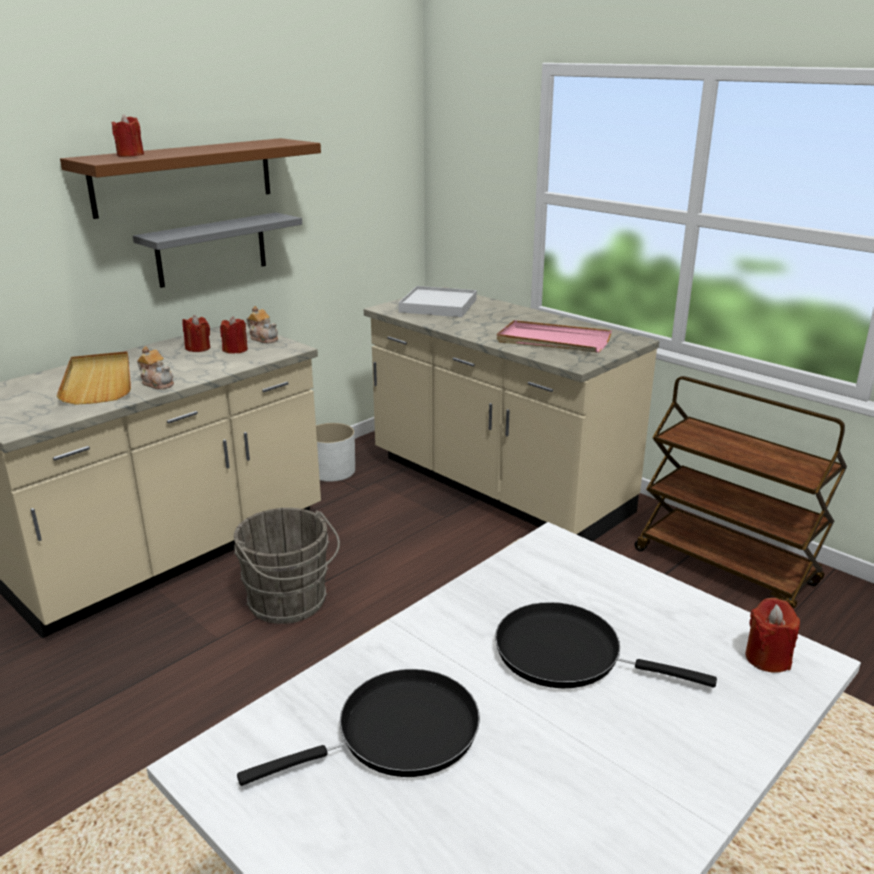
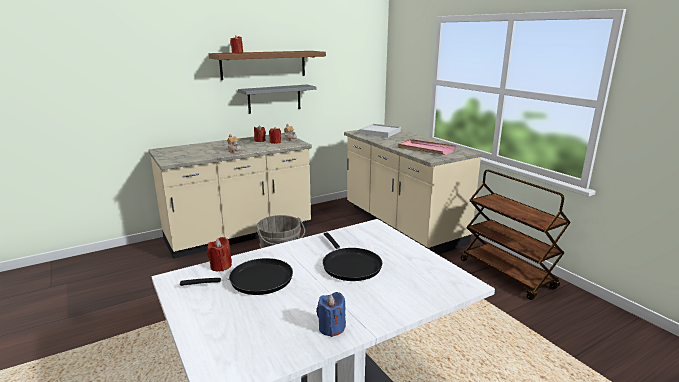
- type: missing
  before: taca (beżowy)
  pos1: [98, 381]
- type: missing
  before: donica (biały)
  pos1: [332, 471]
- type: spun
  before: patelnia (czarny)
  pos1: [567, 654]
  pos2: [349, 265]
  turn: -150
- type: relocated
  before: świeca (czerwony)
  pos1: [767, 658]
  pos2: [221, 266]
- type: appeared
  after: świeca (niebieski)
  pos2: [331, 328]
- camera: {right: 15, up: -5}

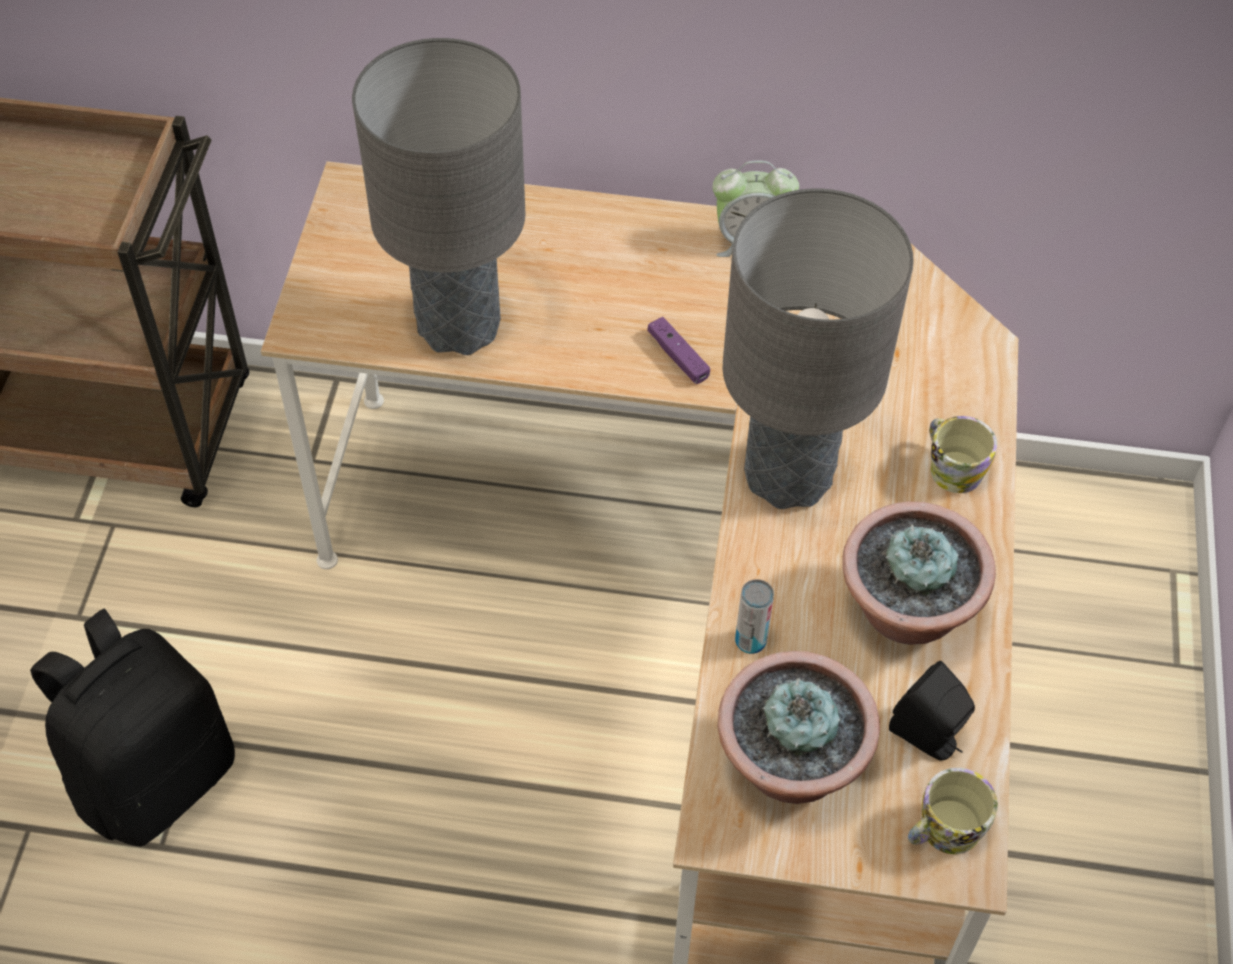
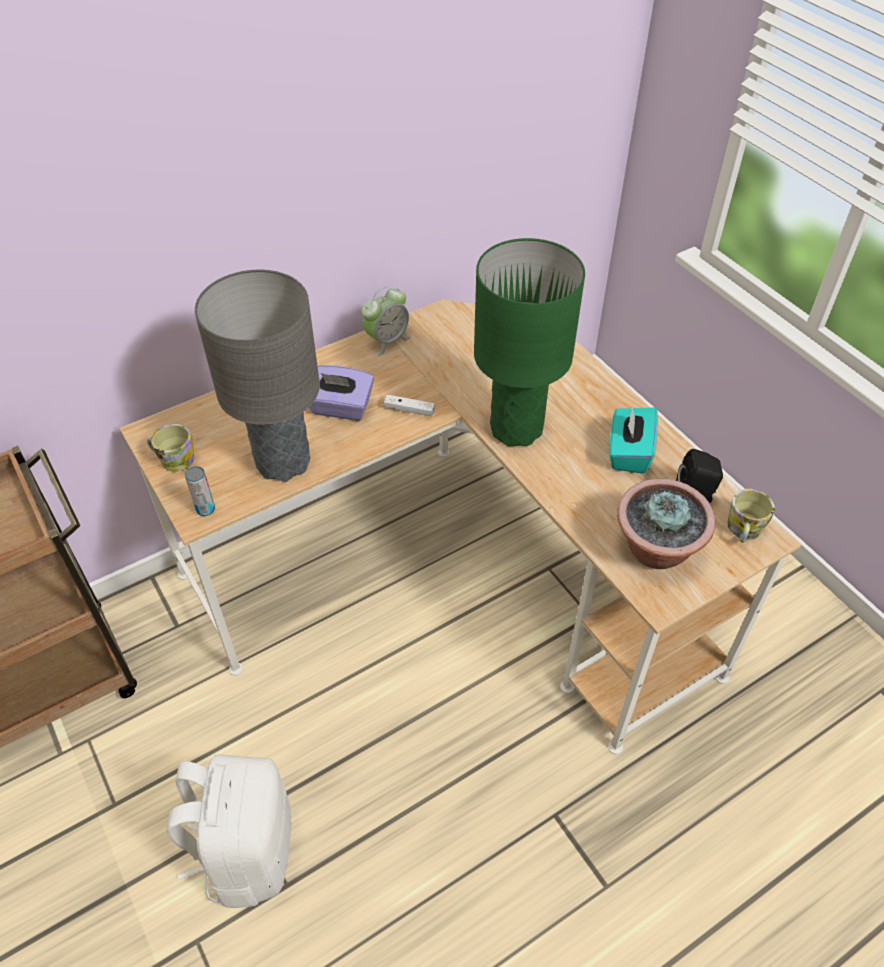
- type: colour
  before: plecak (czarny)
  after: plecak (biały)
  pos1: [156, 776]
  pos2: [246, 851]
- type: colour
  before: pad do gier (fioletowy)
  after: pad do gier (biały)
  pos1: [678, 356]
  pos2: [409, 410]
- type: colour
  before: lampa stołowa (szary)
  after: lampa stołowa (zielony)
  pos1: [787, 476]
  pos2: [516, 429]
- type: relocated
  before: puszka
  pos1: [750, 641]
  pos2: [205, 509]
- type: exchanged
  before: roślina doniczkowa
  after: pudełko chusteczek (turkusowy)
  pos1: [905, 613]
  pos2: [628, 453]
- type: relocated
  before: kubek
  pos1: [951, 467]
  pos2: [173, 459]
- type: appeared
  after: pudełko chusteczek (fioletowy)
  pos2: [340, 408]
- camera: {right: -40, up: -5}

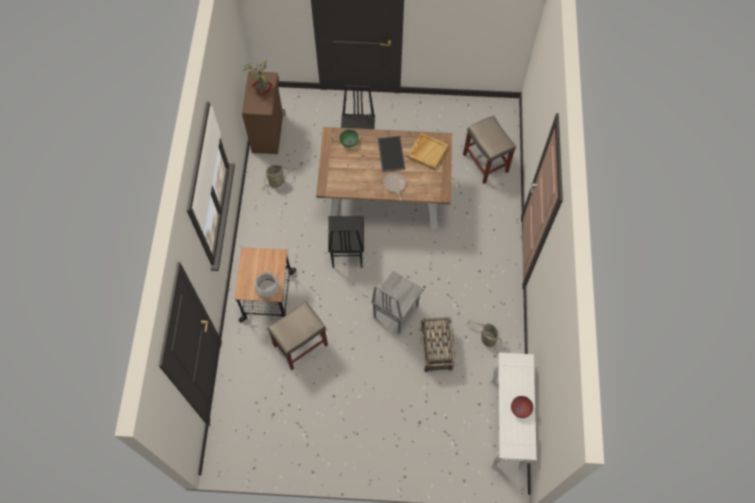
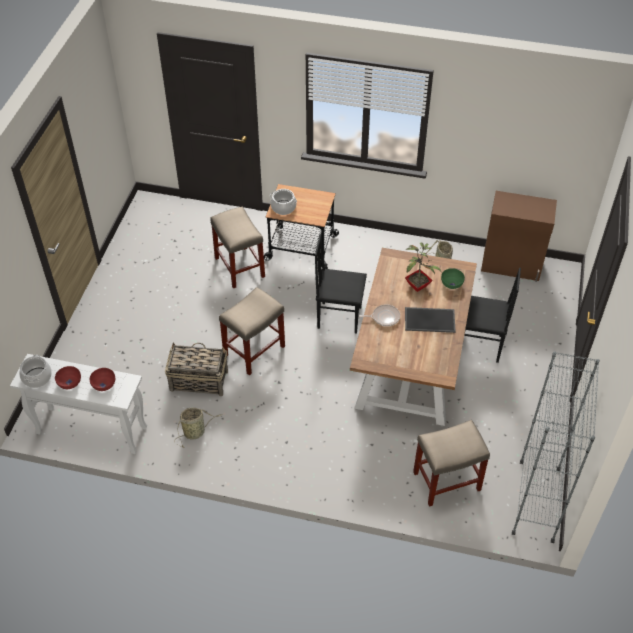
- type: relocated
  before: roślina doniczkowa
  pos1: [262, 89]
  pos2: [418, 285]
- type: exchanged
  before: krzesło (szary)
  after: stołek (beżowy)
  pos1: [395, 312]
  pos2: [254, 350]
- type: missing
  before: taca (beżowy)
  pos1: [427, 152]
- type: appeared
  after: garnek
  pos2: [37, 377]
- type: appeared
  after: miska (czerwony)
  pos2: [104, 384]
- type: appeared
  after: regał (szary)
  pos2: [536, 500]
- camera: {right: 100, up: -15}

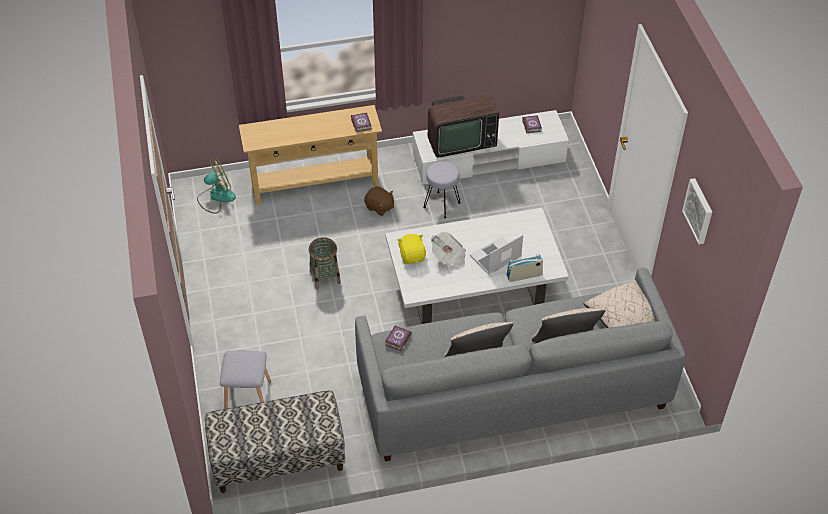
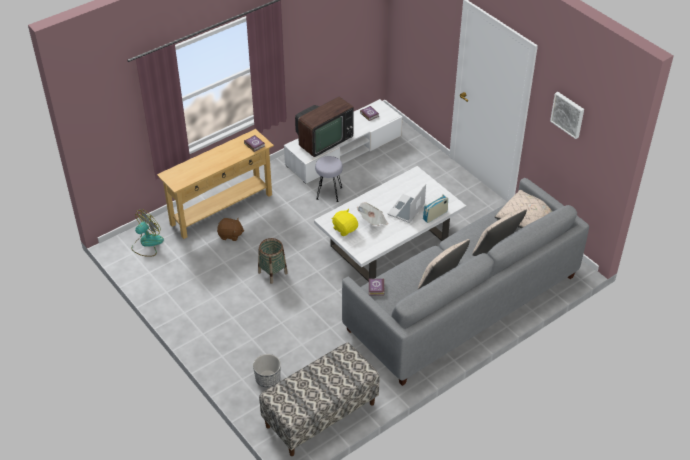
- type: exchanged
  before: stołek (szary)
  after: donica
  pos1: [249, 396]
  pos2: [268, 379]
- type: relocated
  before: pluszak (brązowy)
  pos1: [379, 207]
  pos2: [230, 235]
- camera: {right: -25, up: -5}

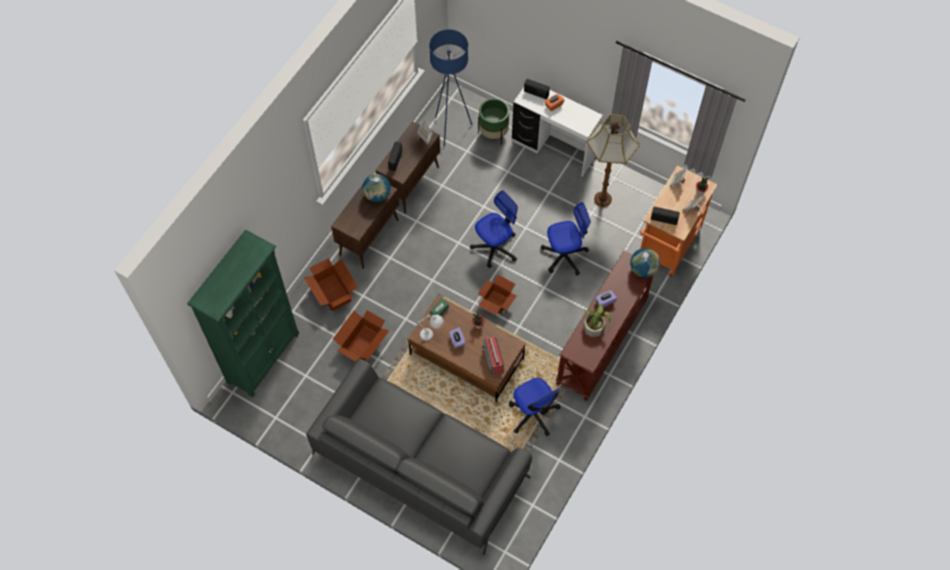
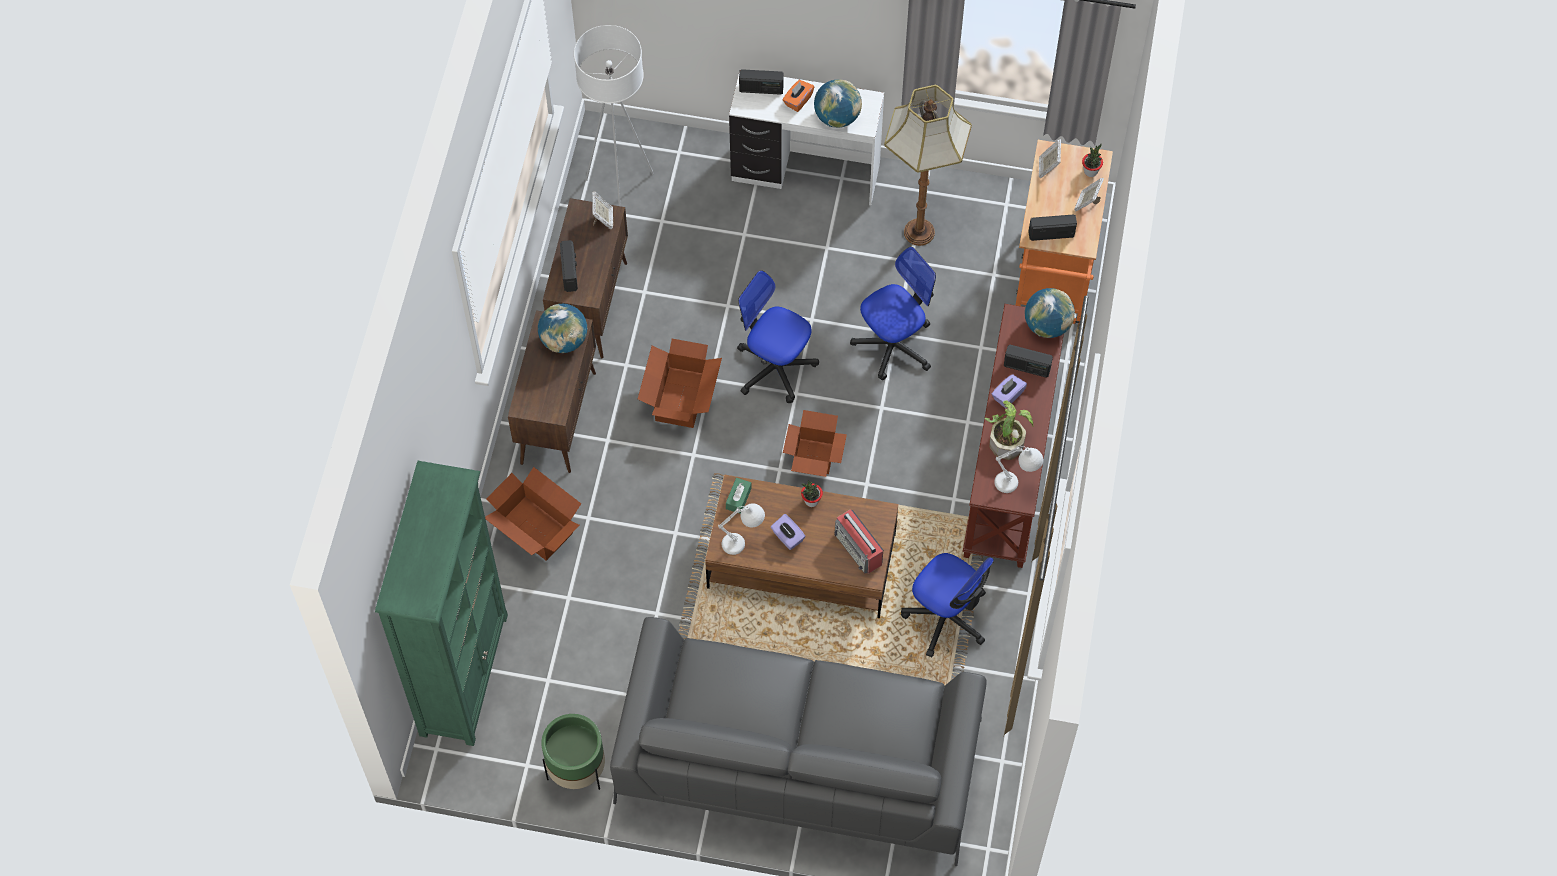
- type: relocated
  before: karton
  pos1: [362, 344]
  pos2: [680, 398]
- type: colour
  before: lampa stojąca (niebieski)
  after: lampa stojąca (biały)
  pos1: [451, 129]
  pos2: [621, 192]
- type: spun
  before: krzesło biurowe
  pos1: [495, 247]
  pos2: [775, 367]
  turn: -90
- type: relocated
  before: donica (zielony)
  pos1: [493, 134]
  pos2: [576, 770]
- type: appeared
  after: globus
  pos2: [837, 117]
- type: appeared
  after: lampa stołowa (biały)
  pos2: [1015, 486]
- type: appeared
  after: radio
  pos2: [1027, 367]
- camera: {right: -20, up: 0}

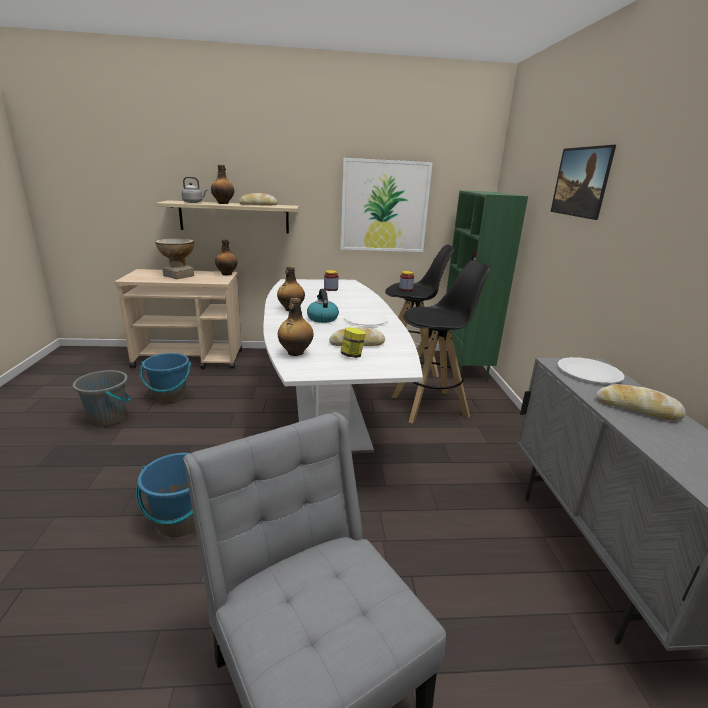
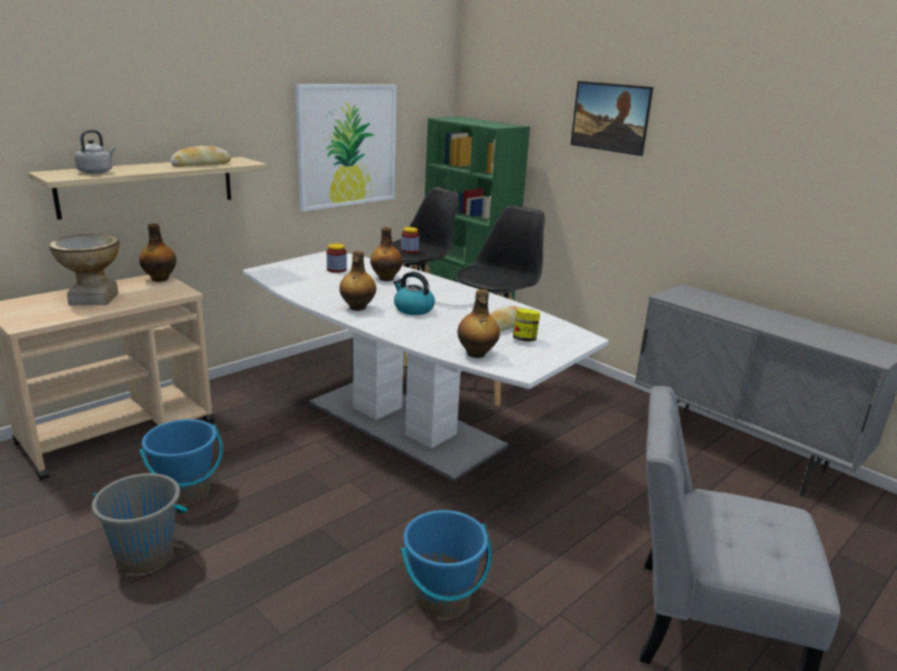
- type: relocated
  before: butelka
  pos1: [223, 203]
  pos2: [386, 278]
- type: missing
  before: talerz (biały)
  pos1: [589, 372]
- type: missing
  before: chleb
  pos1: [637, 409]
- camera: {right: -40, up: 0}

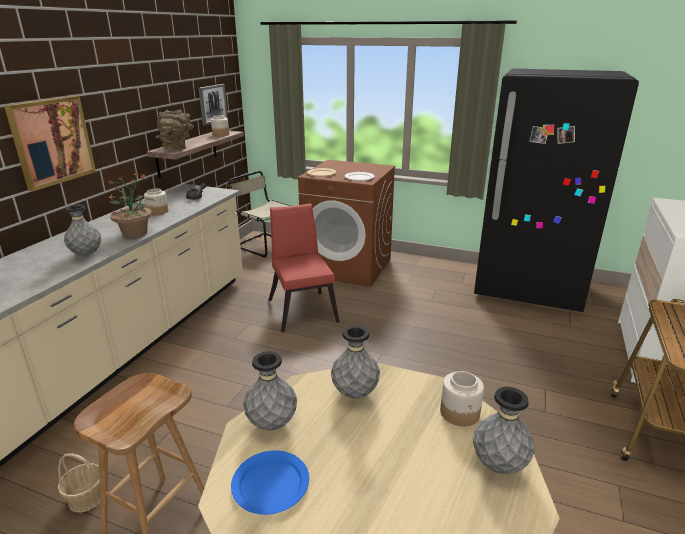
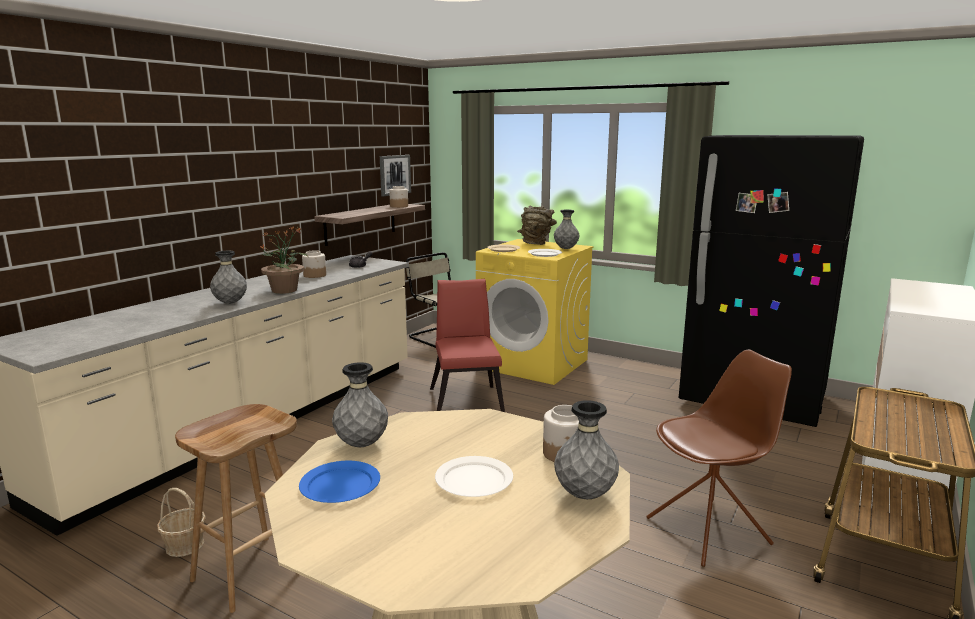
- type: missing
  before: obraz
  pos1: [52, 141]
- type: relocated
  before: wazon (brązowy)
  pos1: [177, 148]
  pos2: [536, 243]
- type: colour
  before: pralka (brązowy)
  after: pralka (żółty)
  pos1: [348, 266]
  pos2: [533, 364]
- type: relocated
  before: wazon (szary)
  pos1: [355, 393]
  pos2: [566, 248]
- type: appeared
  after: talerz (biały)
  pos2: [474, 480]
- type: appeared
  after: krzesło (brązowy)
  pos2: [710, 530]
- camera: {right: 10, up: -10}

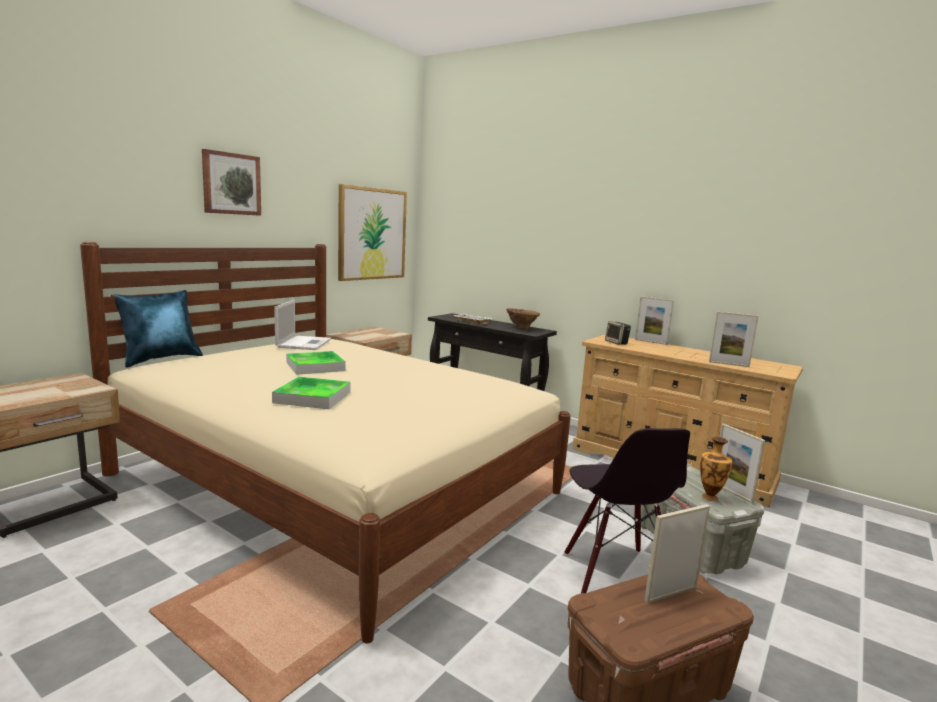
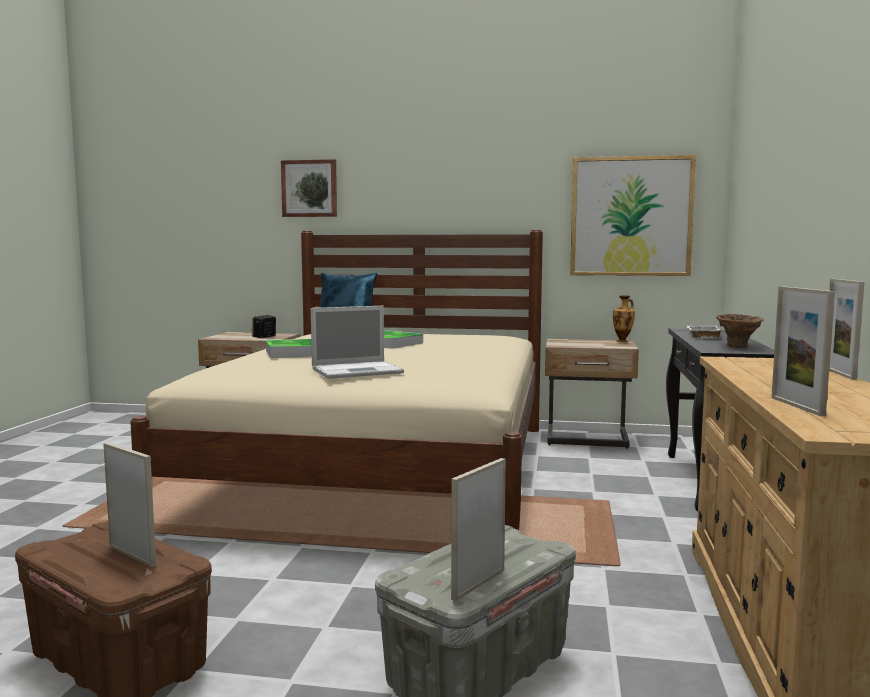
- type: relocated
  before: obraz
  pos1: [231, 184]
  pos2: [309, 188]
- type: relocated
  before: laptop
  pos1: [304, 343]
  pos2: [358, 371]
- type: missing
  before: krzesło (czarny)
  pos1: [615, 572]
- type: relocated
  before: głośnik
  pos1: [617, 343]
  pos2: [264, 337]
- type: relocated
  before: wazon
  pos1: [710, 497]
  pos2: [622, 341]
- camera: {right: 65, up: -5}

